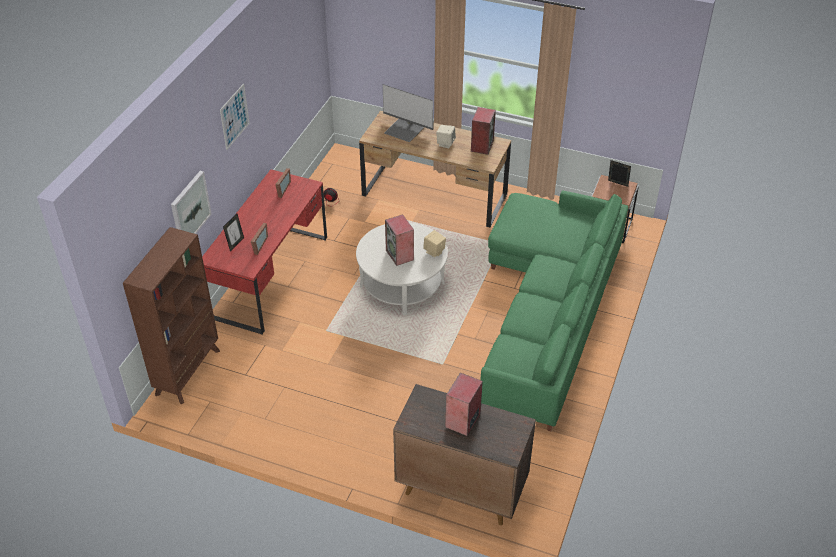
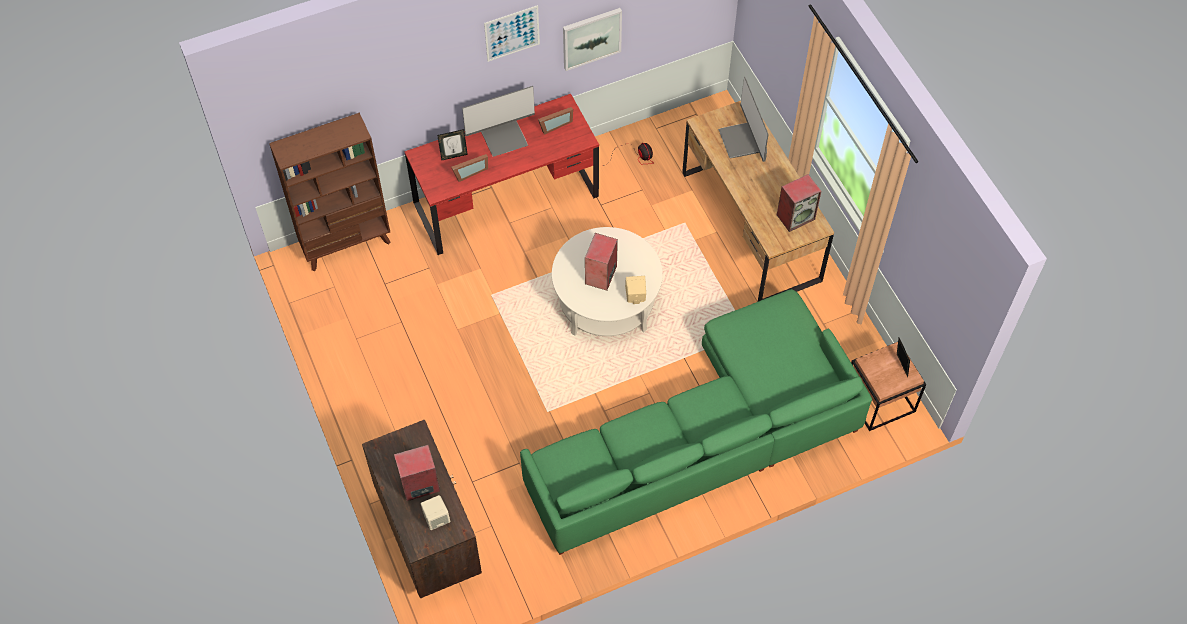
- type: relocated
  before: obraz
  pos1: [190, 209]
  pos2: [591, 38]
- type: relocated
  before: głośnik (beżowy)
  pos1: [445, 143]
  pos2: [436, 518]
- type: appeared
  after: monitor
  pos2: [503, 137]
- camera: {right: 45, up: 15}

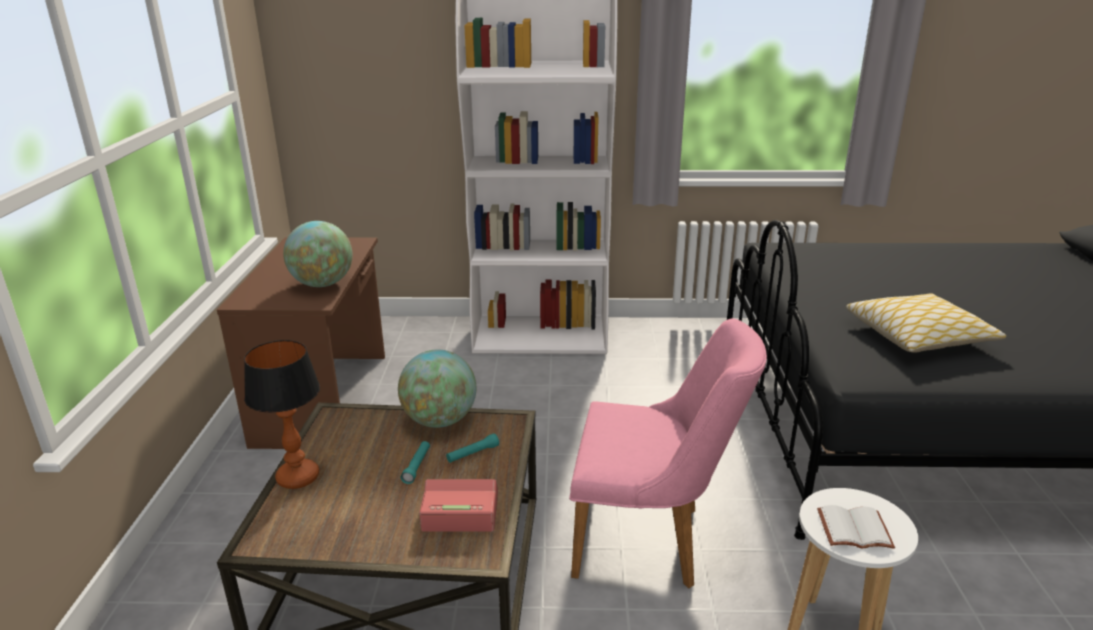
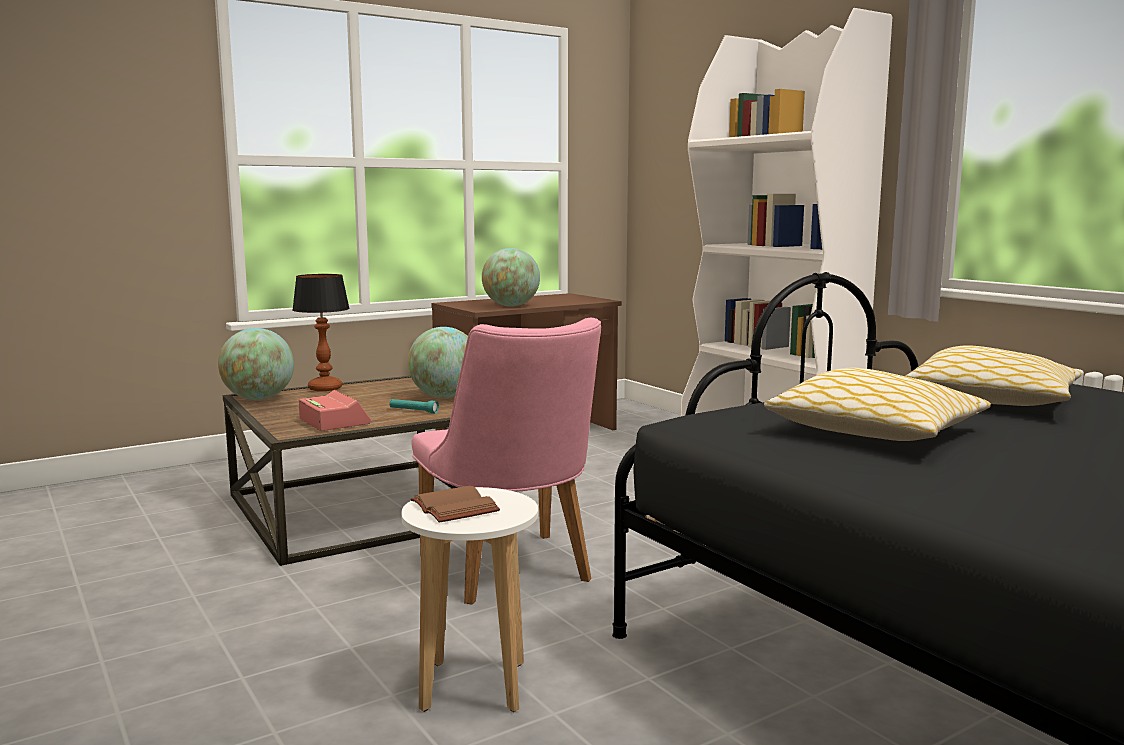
- type: missing
  before: latarka (turkusowy)
  pos1: [417, 466]
- type: colour
  before: książka (biały)
  after: książka (brązowy)
  pos1: [853, 531]
  pos2: [451, 507]
- type: appeared
  after: globus
  pos2: [258, 399]
- type: appeared
  after: poduszka
  pos2: [991, 400]
- camera: {right: 55, up: -15}

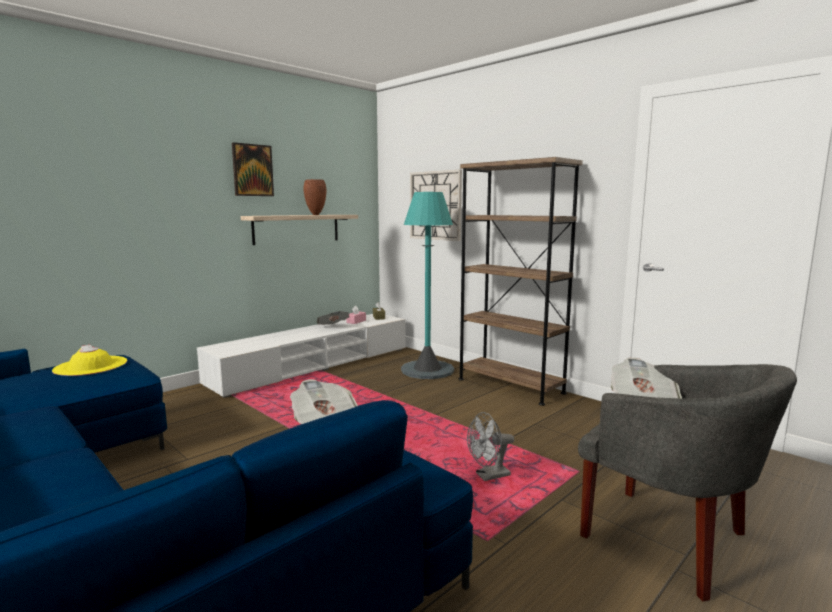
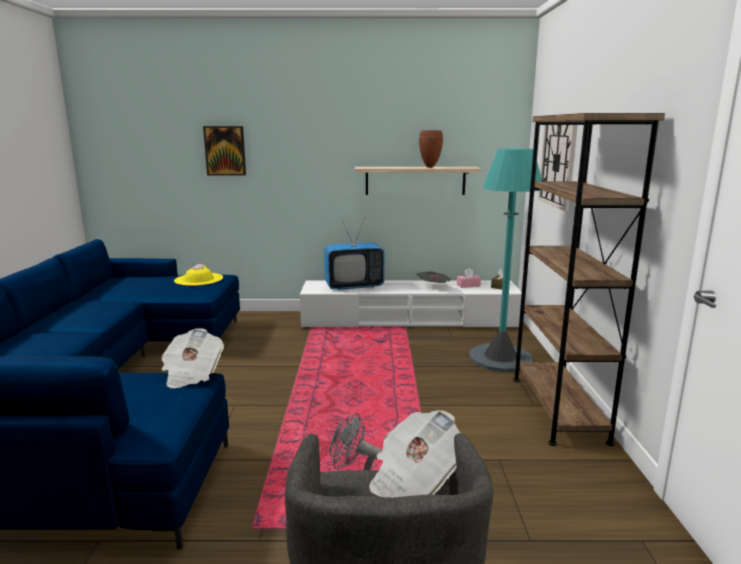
- type: relocated
  before: obraz
  pos1: [252, 170]
  pos2: [225, 150]
- type: appeared
  after: telewizor
  pos2: [354, 286]
- camera: {right: 45, up: 5}

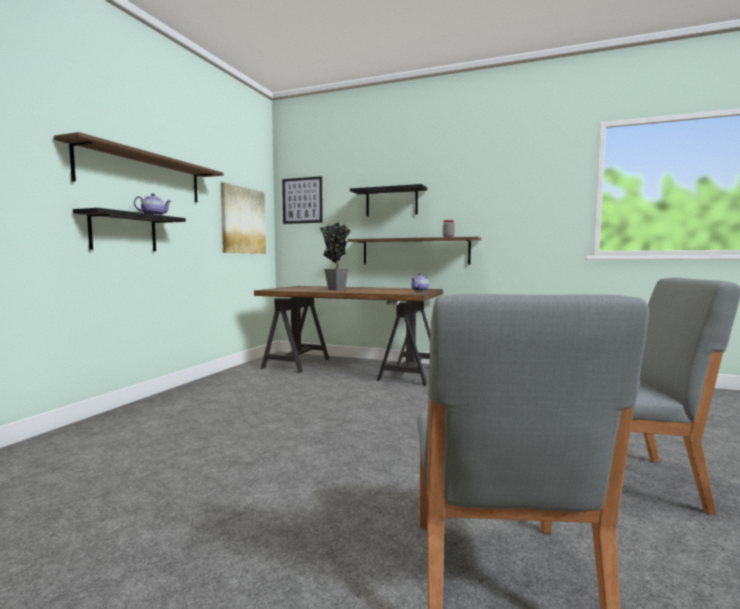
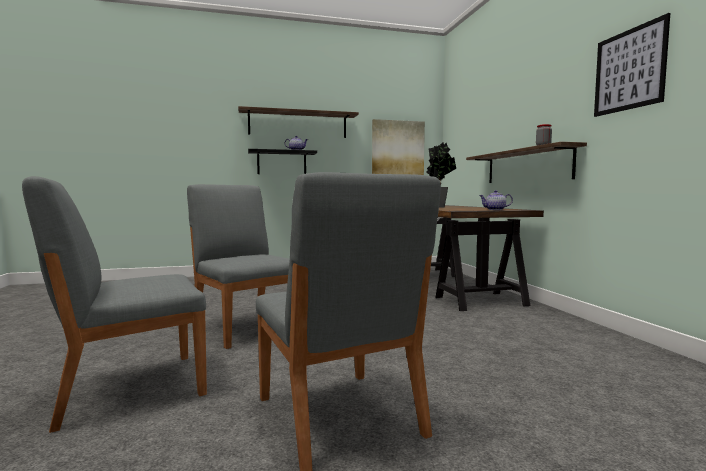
- type: relocated
  before: obraz
  pos1: [302, 200]
  pos2: [629, 70]
- type: missing
  before: półka (czarny)
  pos1: [391, 202]
- type: appeared
  after: krzesło (szary)
  pos2: [245, 327]
- camera: {right: 55, up: 0}

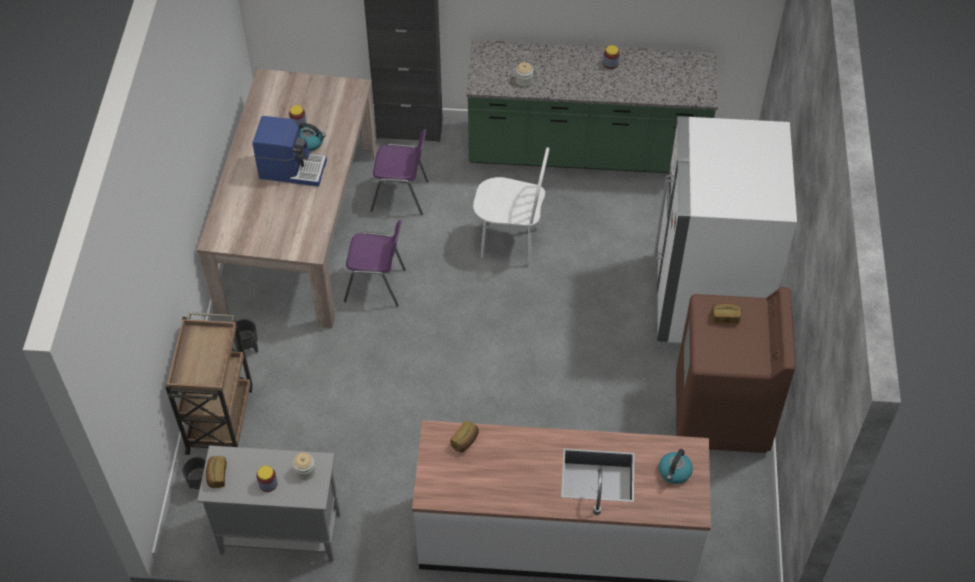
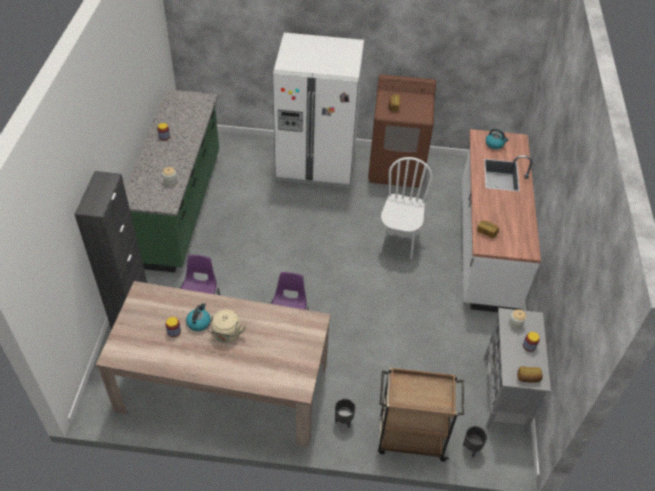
- type: exchanged
  before: ekspres do kawy
  after: czajnik (beżowy)
  pos1: [292, 168]
  pos2: [226, 335]
- type: relocated
  before: krzesło (biały)
  pos1: [510, 243]
  pos2: [398, 243]
- camera: {right: -90, up: -5}

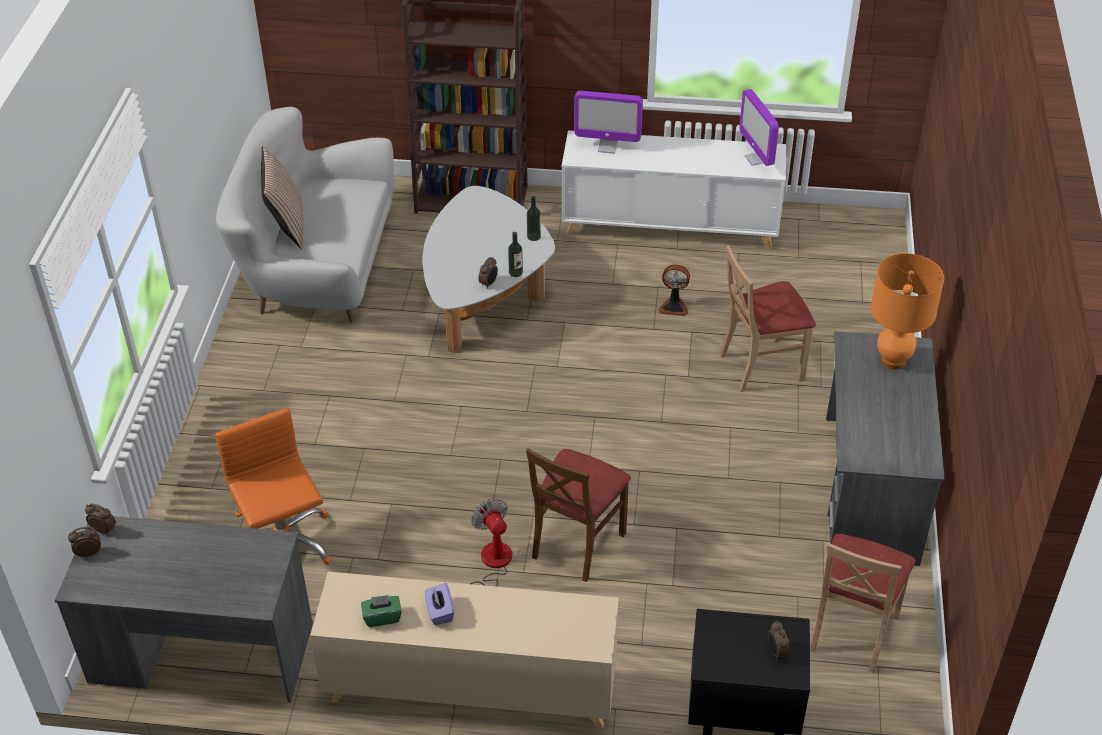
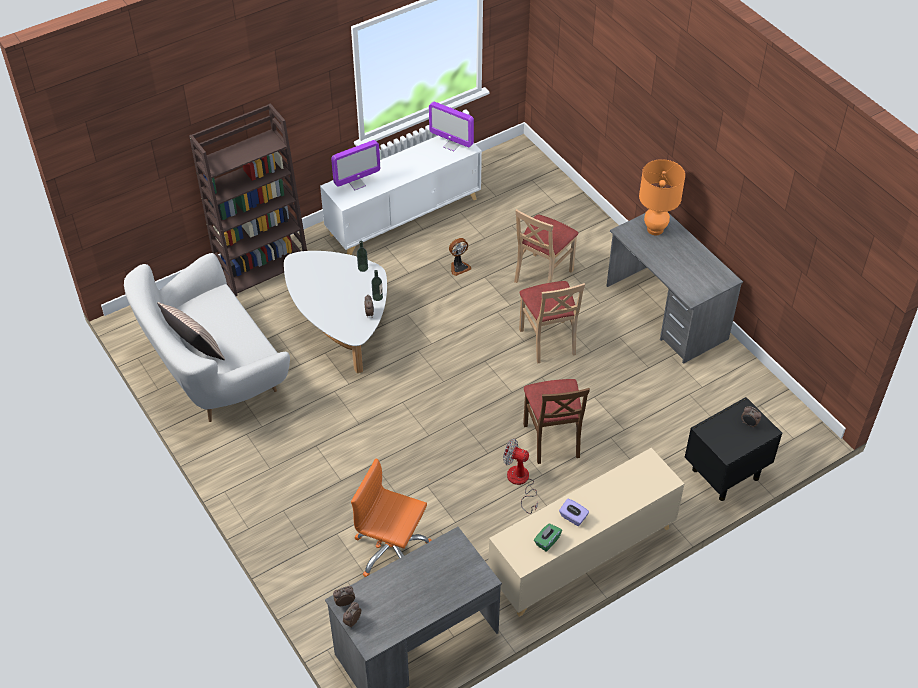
- type: relocated
  before: krzesło (beżowy)
  pos1: [852, 631]
  pos2: [548, 341]
- camera: {right: -40, up: 5}

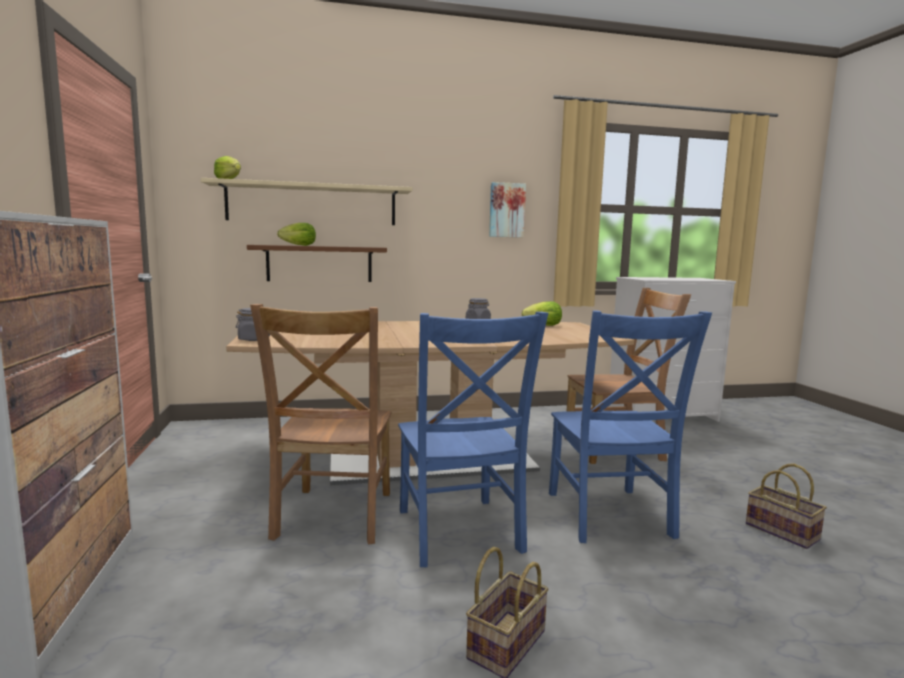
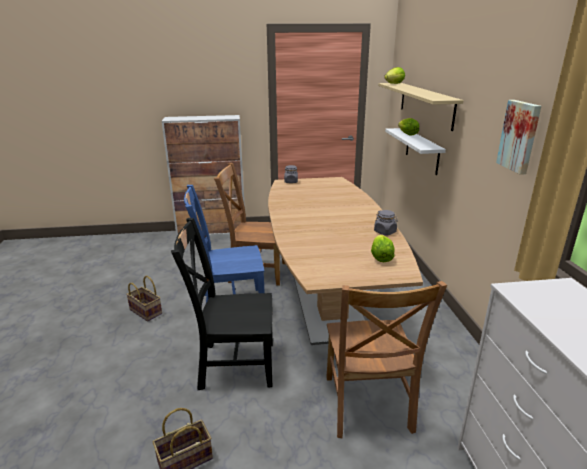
- type: colour
  before: półka (brązowy)
  after: półka (biały)
  pos1: [319, 263]
  pos2: [422, 150]
- type: colour
  before: krzesło (niebieski)
  after: krzesło (czarny)
  pos1: [609, 517]
  pos2: [233, 364]
- camera: {right: 95, up: 15}

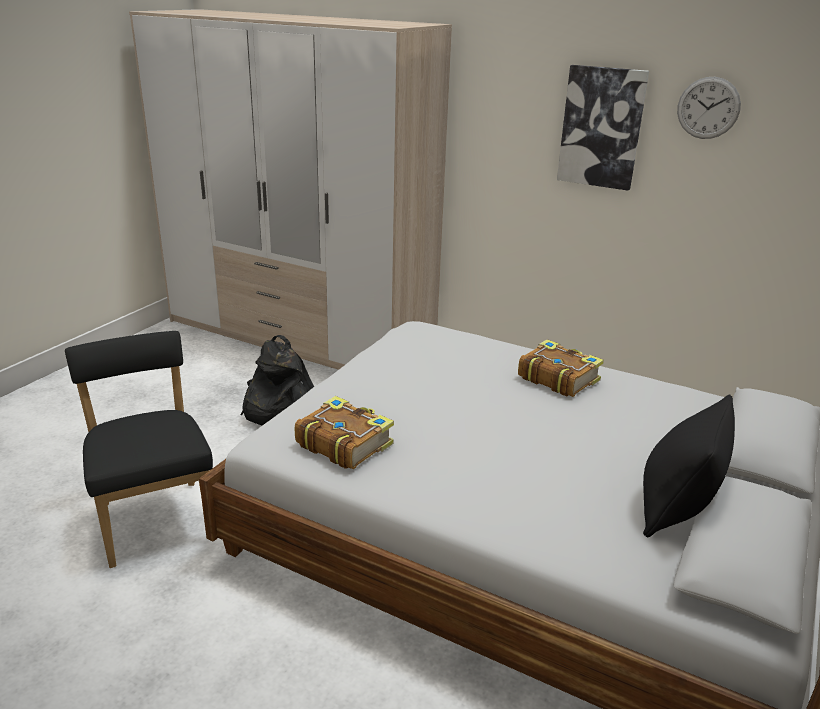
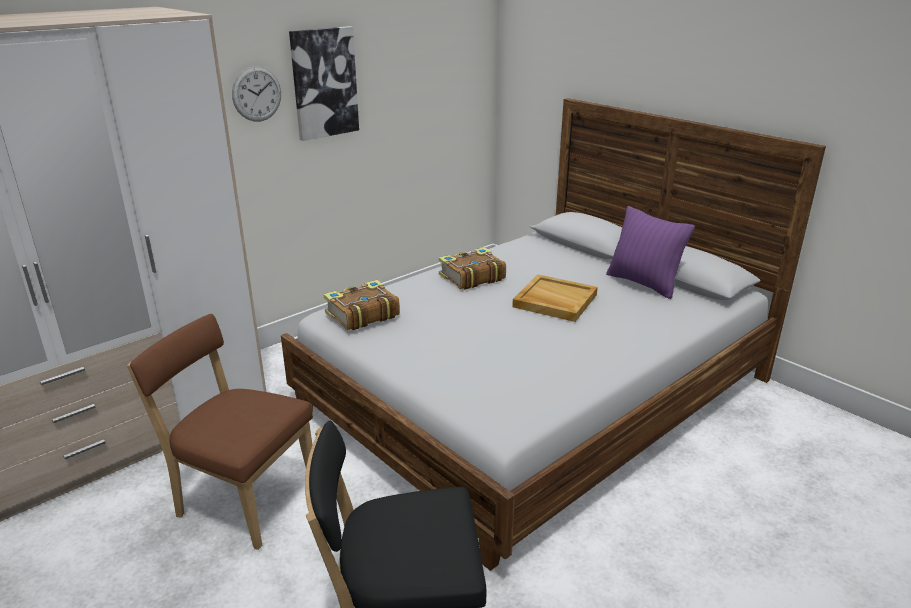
- type: exchanged
  before: plecak (czarny)
  after: krzesło (brązowy)
  pos1: [277, 409]
  pos2: [243, 499]
- type: relocated
  before: książka
  pos1: [344, 443]
  pos2: [361, 315]
- type: colour
  before: poduszka (czarny)
  after: poduszka (fioletowy)
  pos1: [675, 508]
  pos2: [643, 283]
- type: relocated
  before: zegar ścienny
  pos1: [708, 108]
  pos2: [257, 94]
- type: appeared
  after: taca (beżowy)
  pos2: [554, 301]
- camera: {right: -70, up: 0}

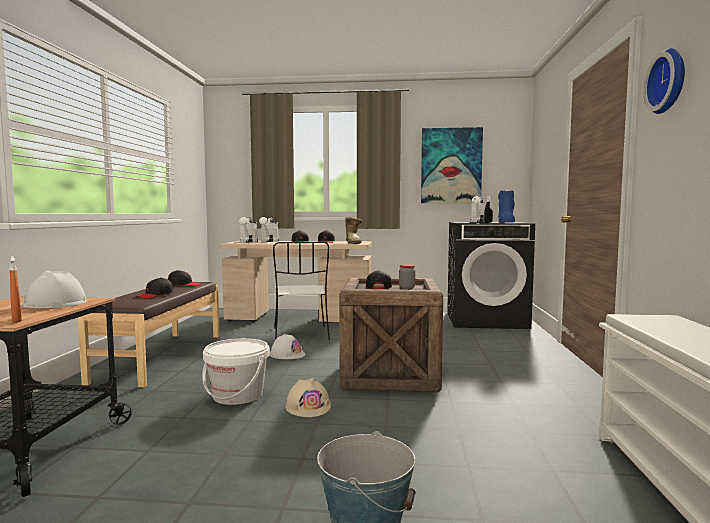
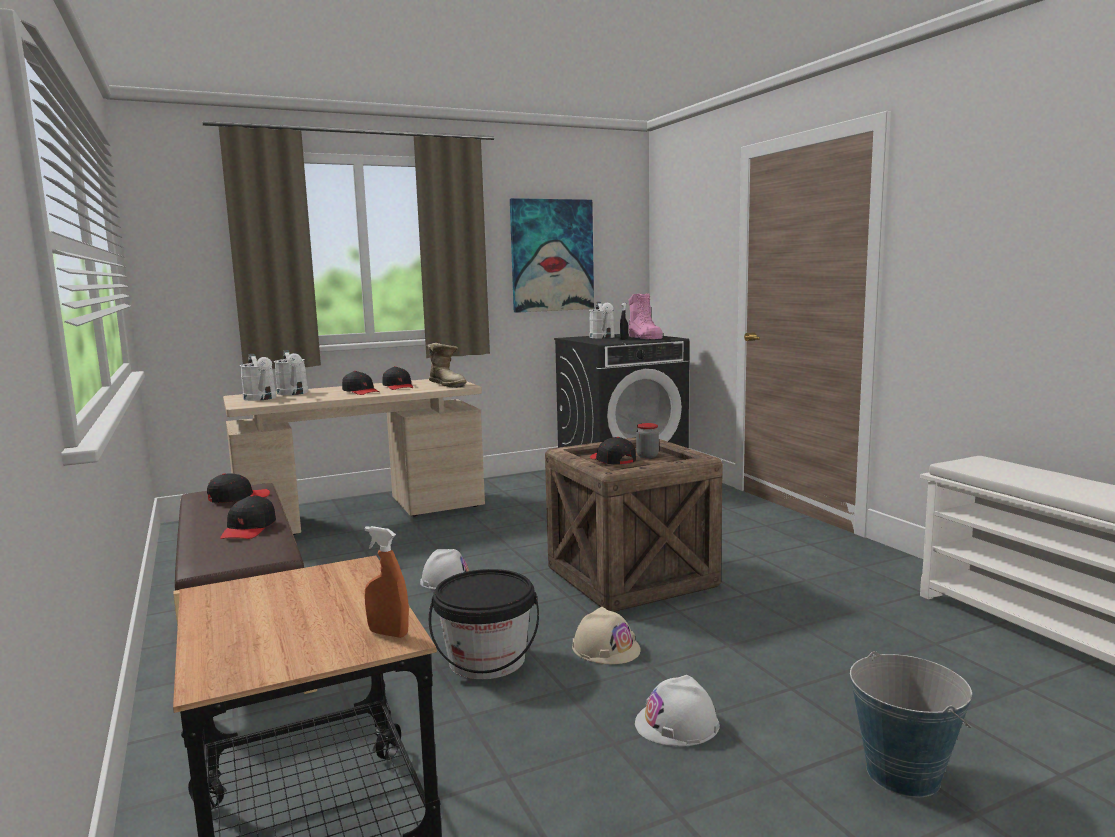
- type: relocated
  before: kask (biały)
  pos1: [54, 303]
  pos2: [677, 724]
- type: colour
  before: wiadro (biały)
  after: wiadro (czarny)
  pos1: [237, 395]
  pos2: [487, 660]
- type: missing
  before: krzesło (biały)
  pos1: [301, 334]
- type: colour
  before: but z cholewką (niebieski)
  after: but z cholewką (różowy)
  pos1: [506, 222]
  pos2: [645, 337]
- type: missing
  before: zegar ścienny
  pos1: [669, 81]
- camera: {right: -30, up: 5}

